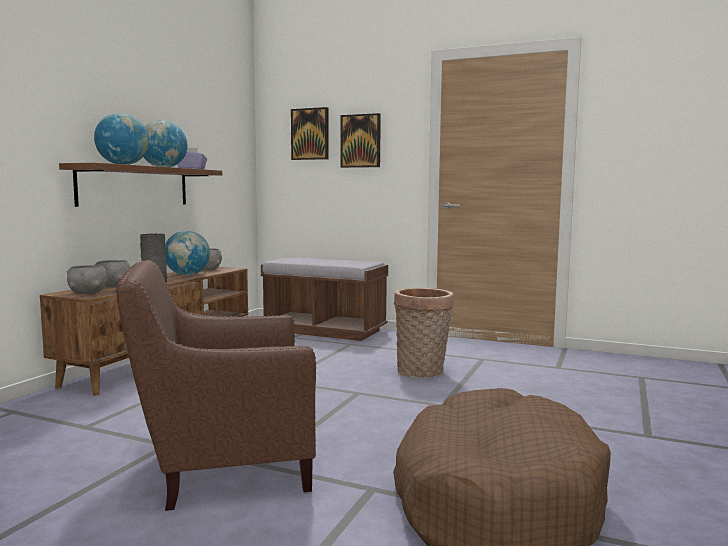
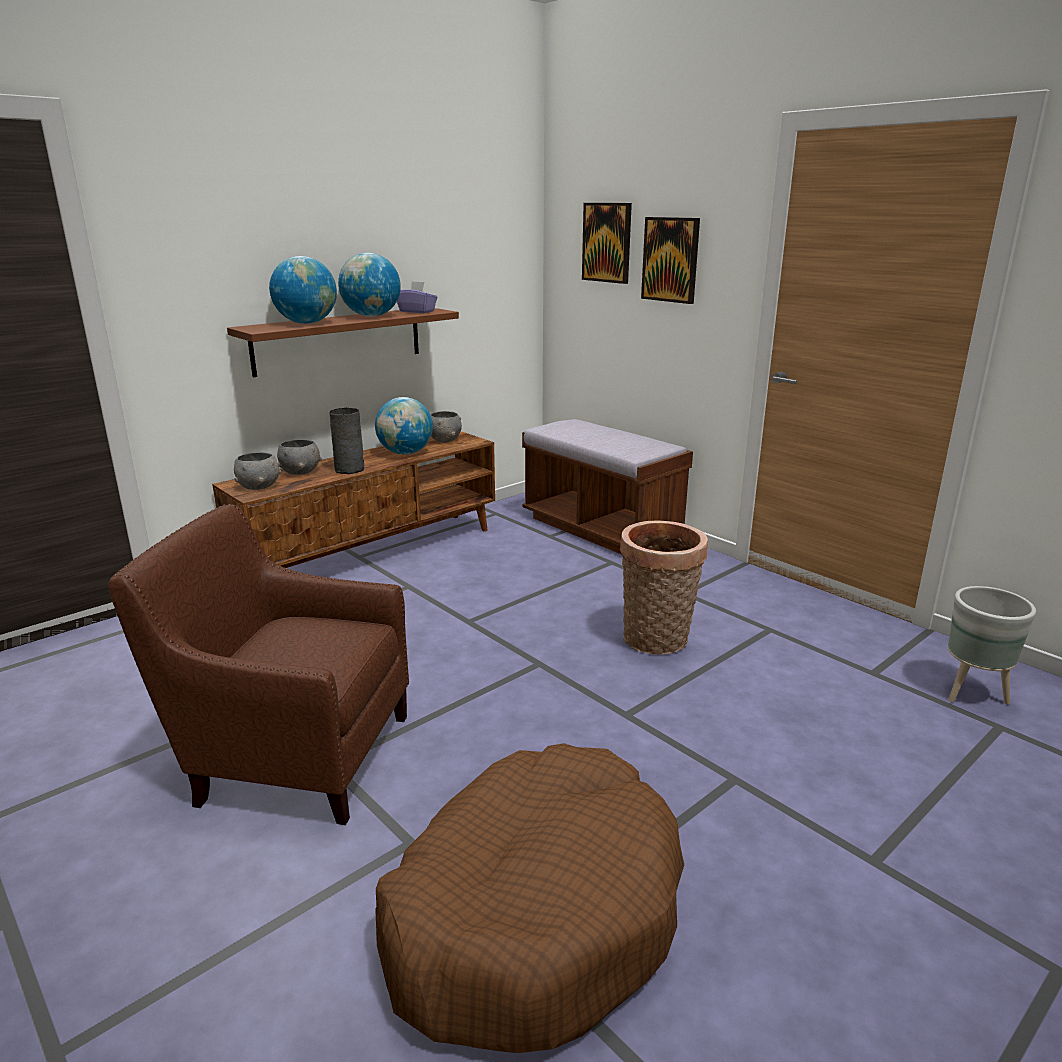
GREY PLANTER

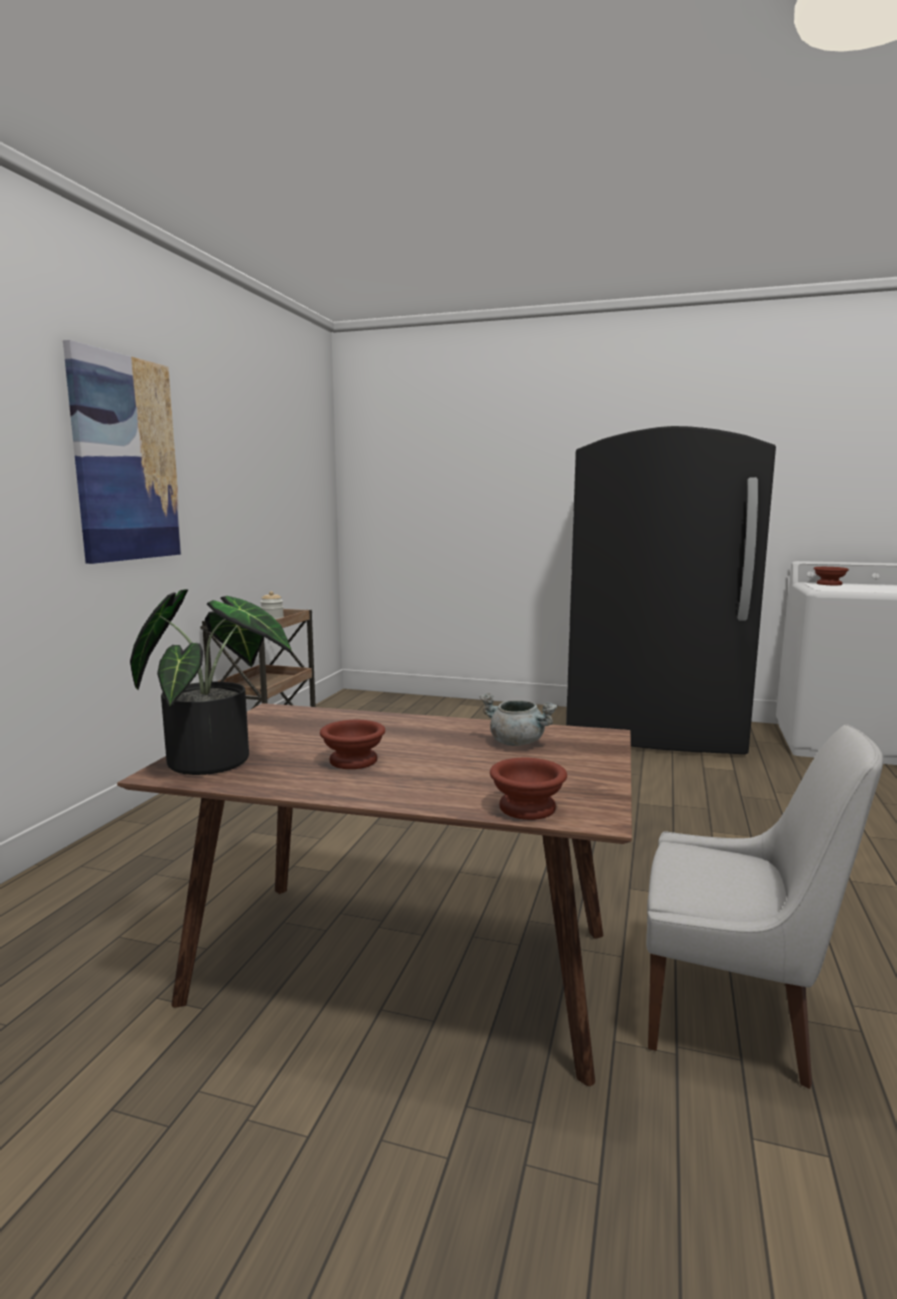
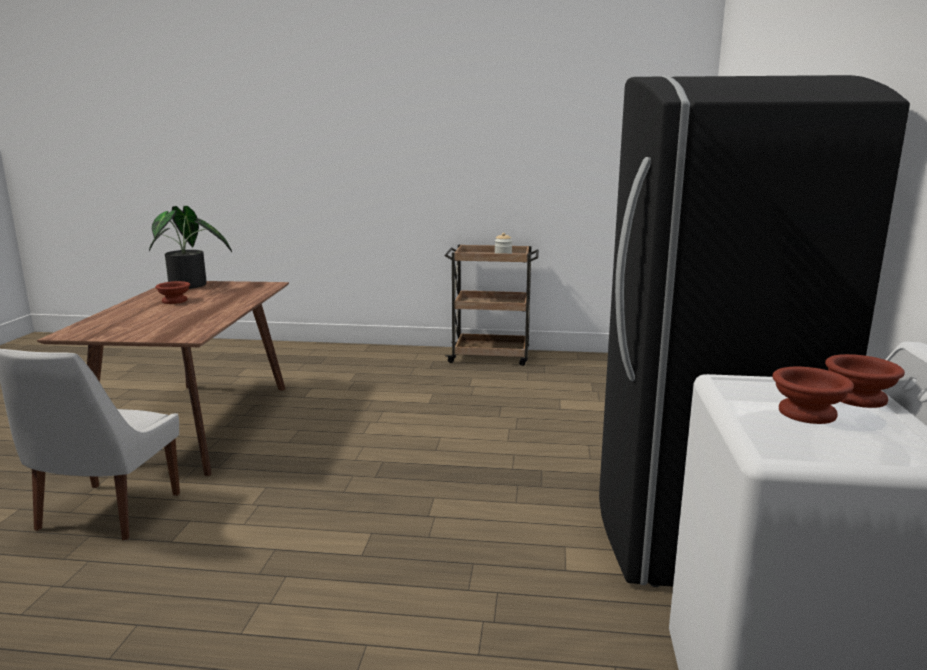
PICTURE; GREY COOKING POT; BROWN-COLOURED DEEP DISH (no. 2 from left)

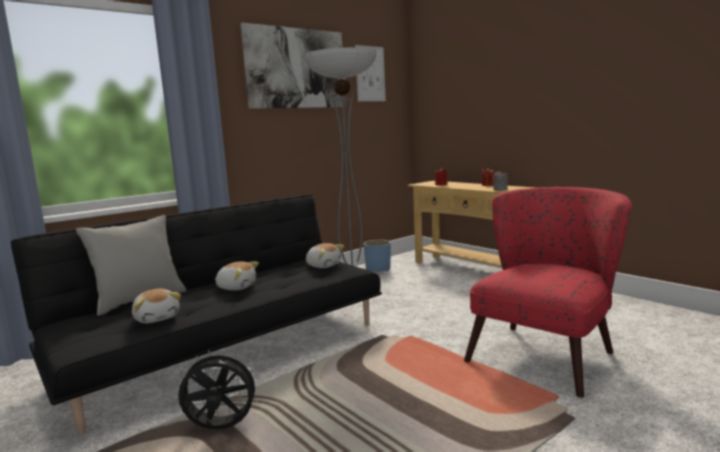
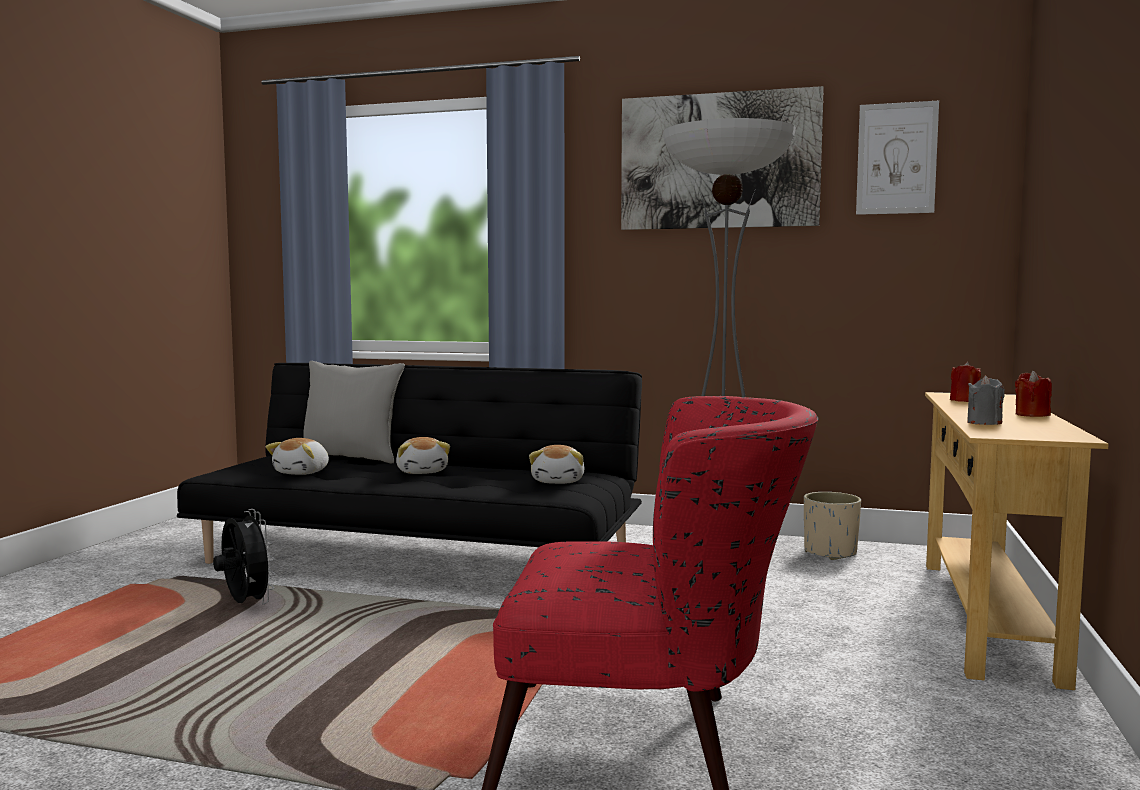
SAND-COLOURED PLANTER

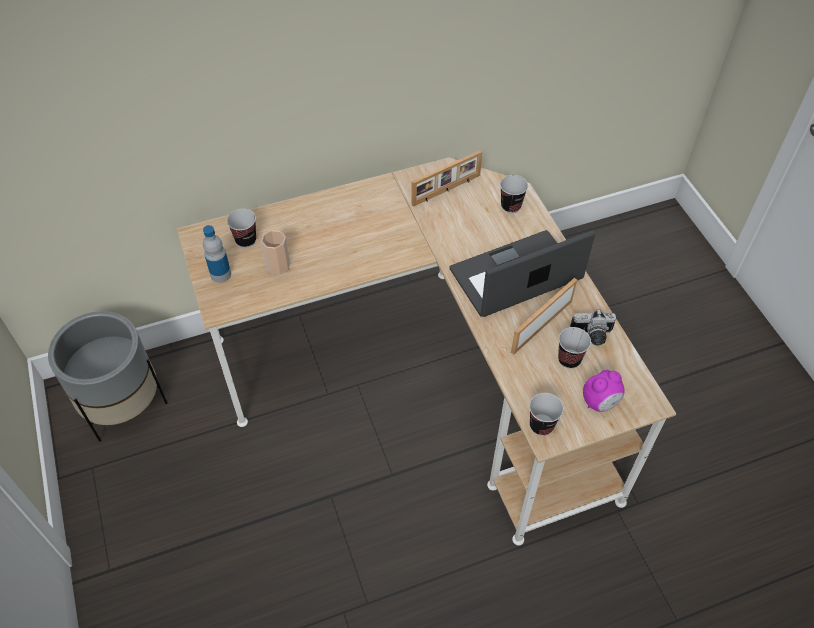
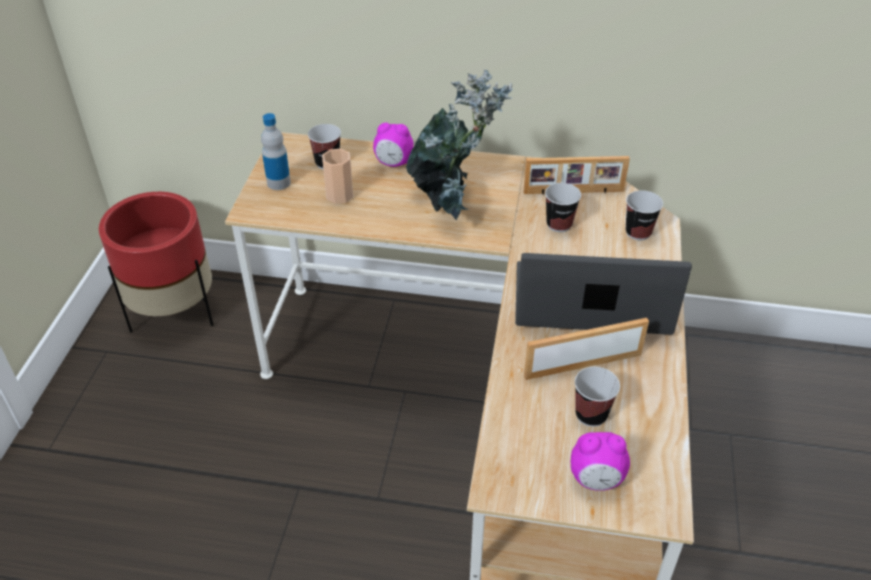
RED-COLOURED PLANTER; DRINKING CUP (no. 3 from left); STILL CAMERA; TABLE CLOCK (no. 1 from left); HOUSEPLANT

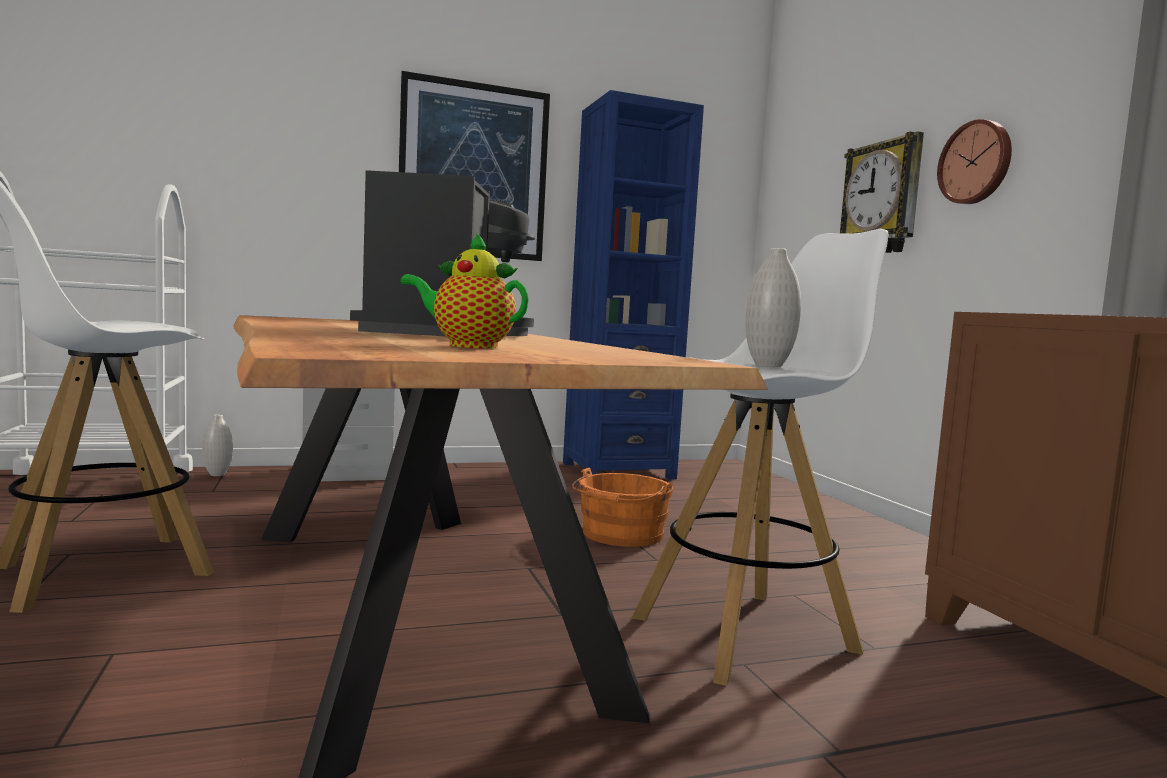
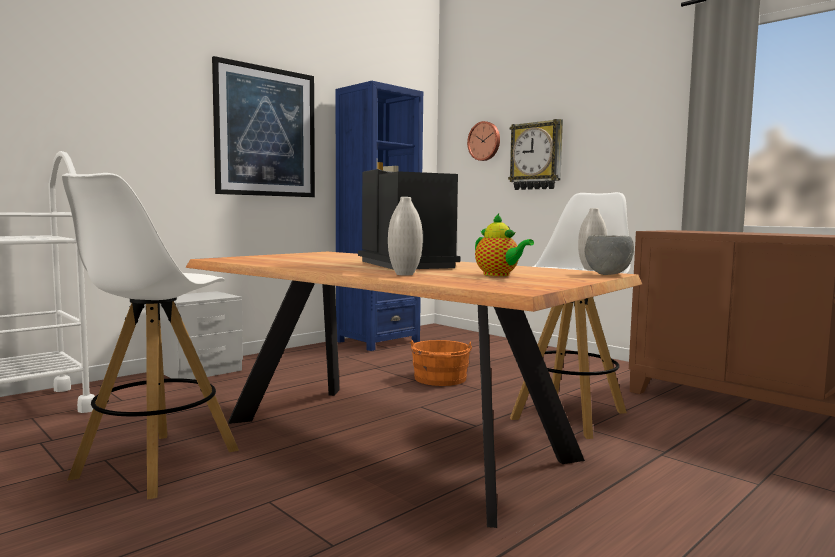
WHITE-COLOURED FLOWER VASE (no. 1 from left); POT FOR TEA; WALL CLOCK (no. 1 from left); GREY DEEP DISH

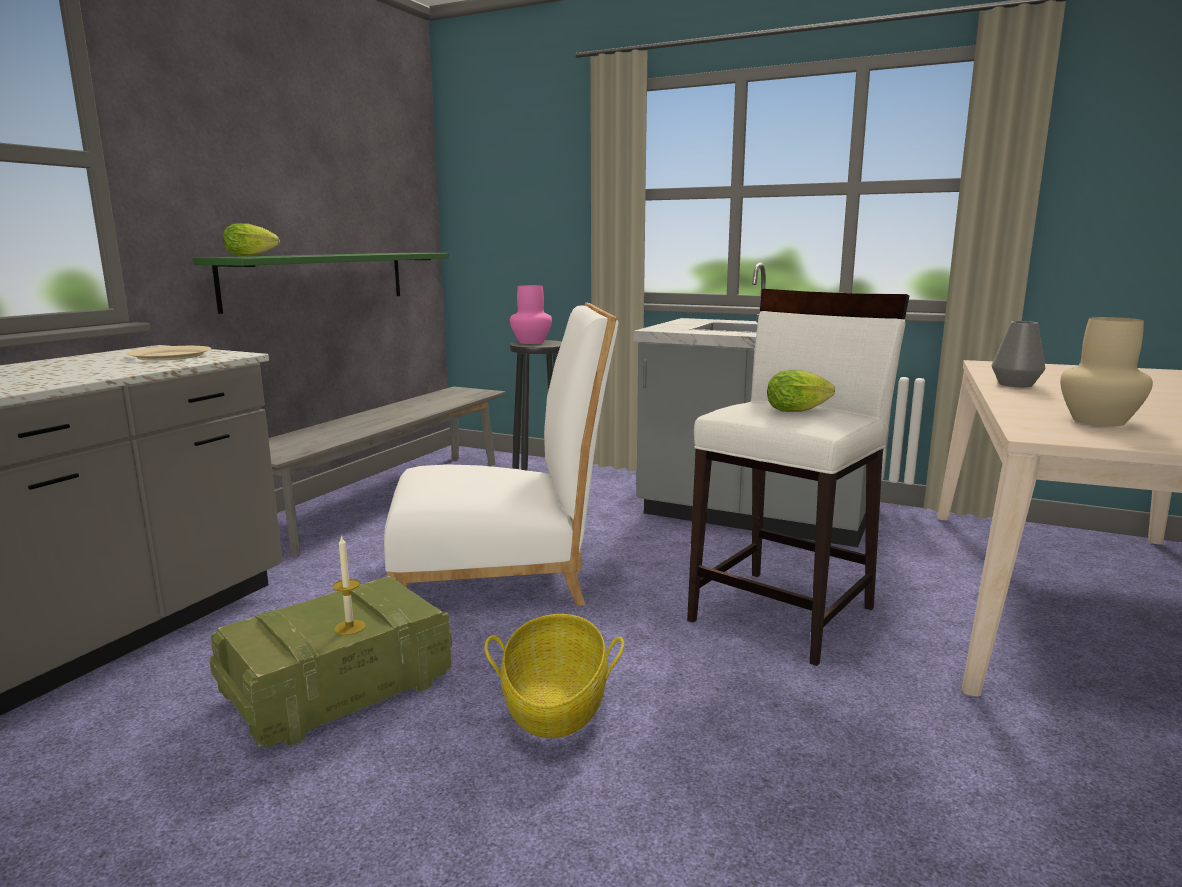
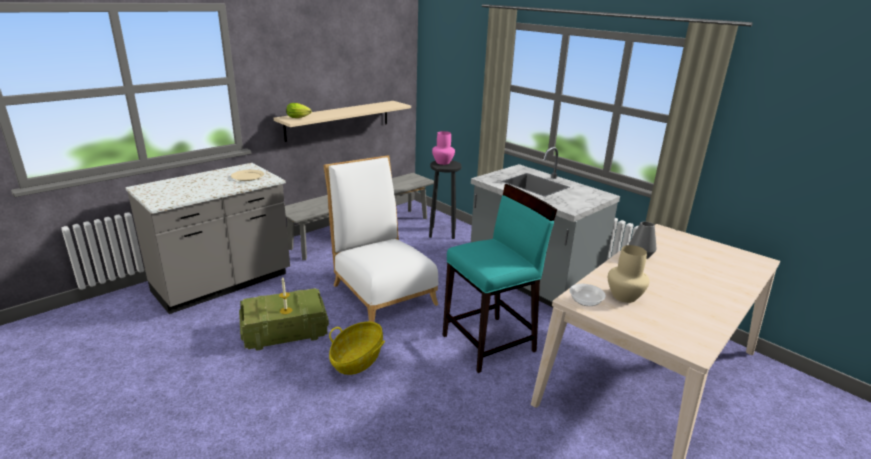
SAND-COLOURED WALL SHELF; WHITE-COLOURED PLAIN CHAIR; TURQUOISE STOOL; HEAD OF LETTUCE (no. 2 from left in the first image); DEEP DISH

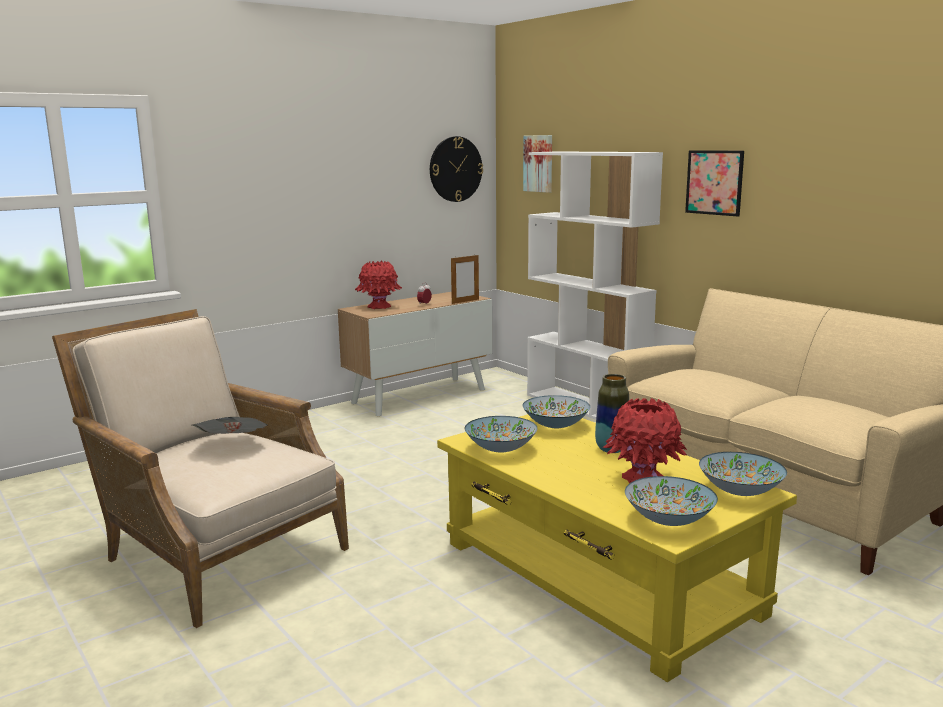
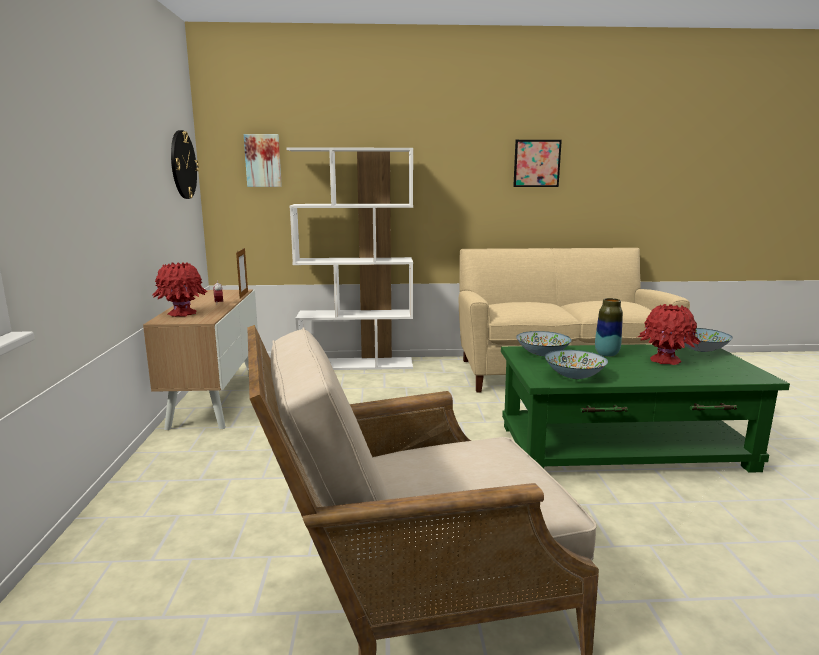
PRINTED PAPER; GREEN COFFEE TABLE; DEEP DISH (no. 3 from left in the first image); PICTURE (no. 2 from left)

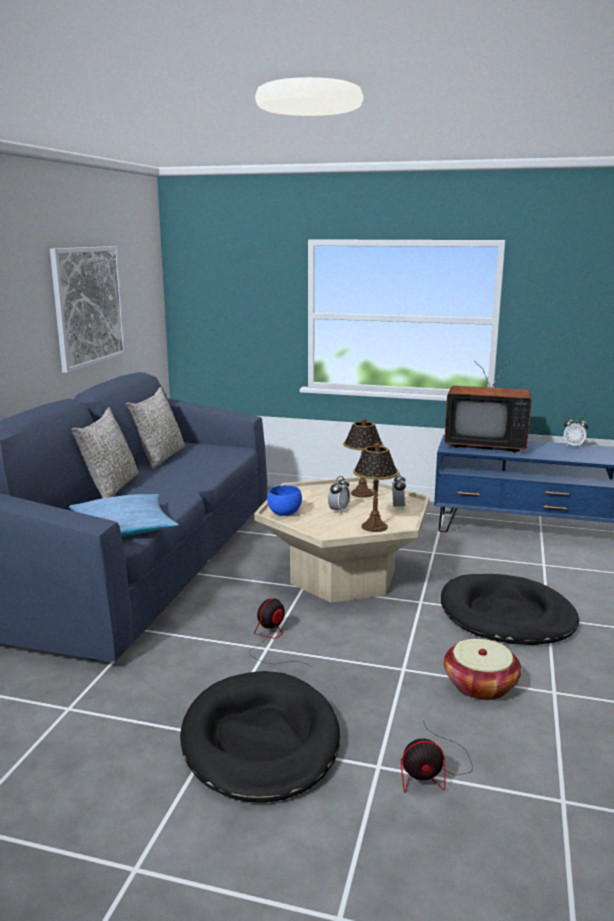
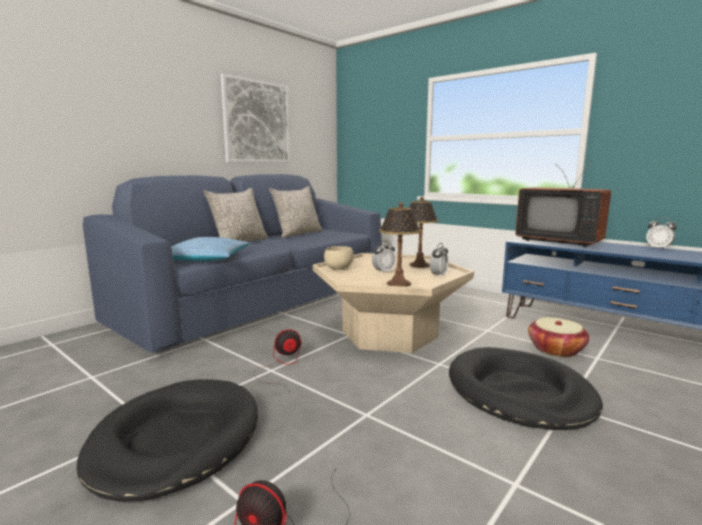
SAND-COLOURED DEEP DISH; STORAGE BASKET

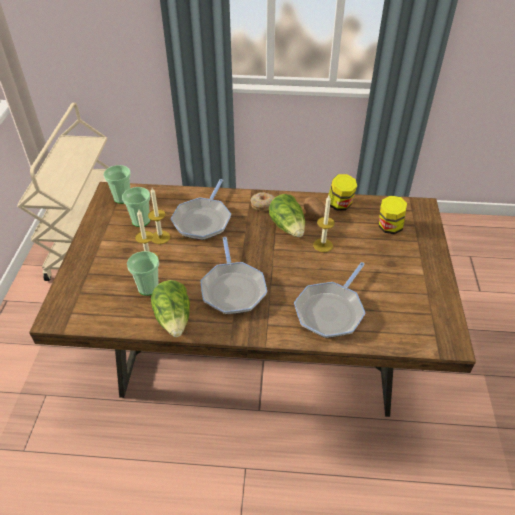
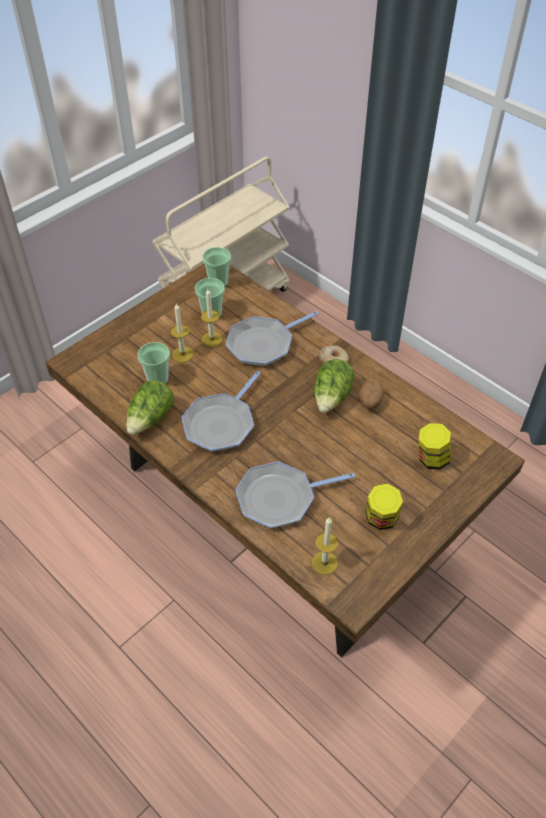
WAX CANDLE (no. 3 from left); PRESERVE JAR (no. 1 from left)

